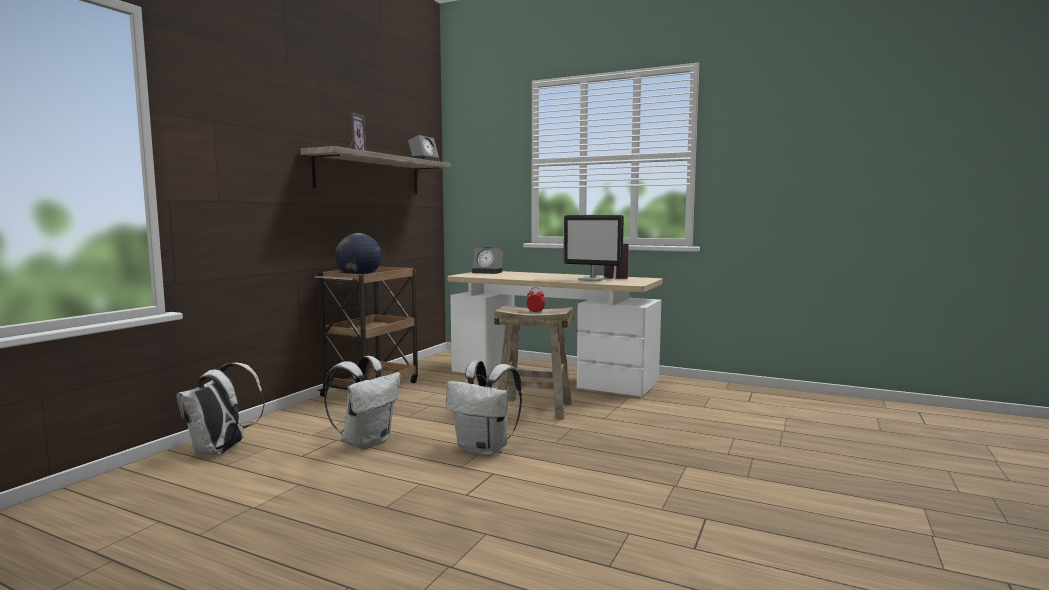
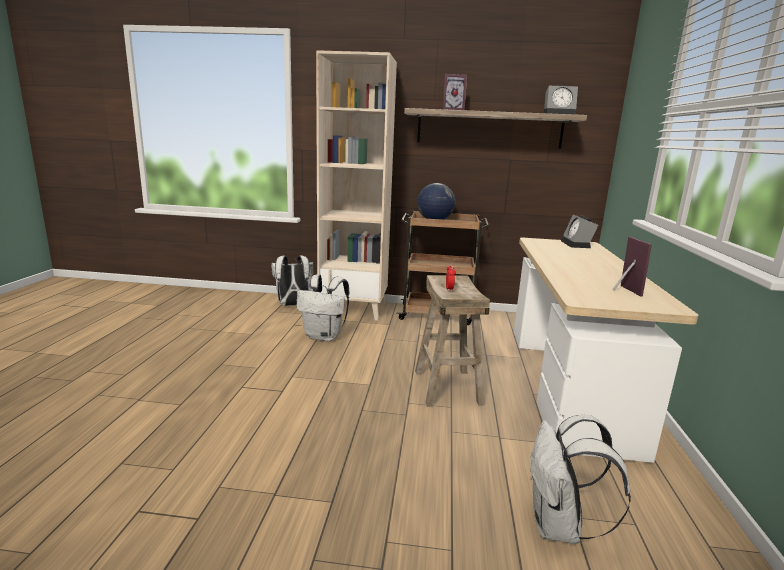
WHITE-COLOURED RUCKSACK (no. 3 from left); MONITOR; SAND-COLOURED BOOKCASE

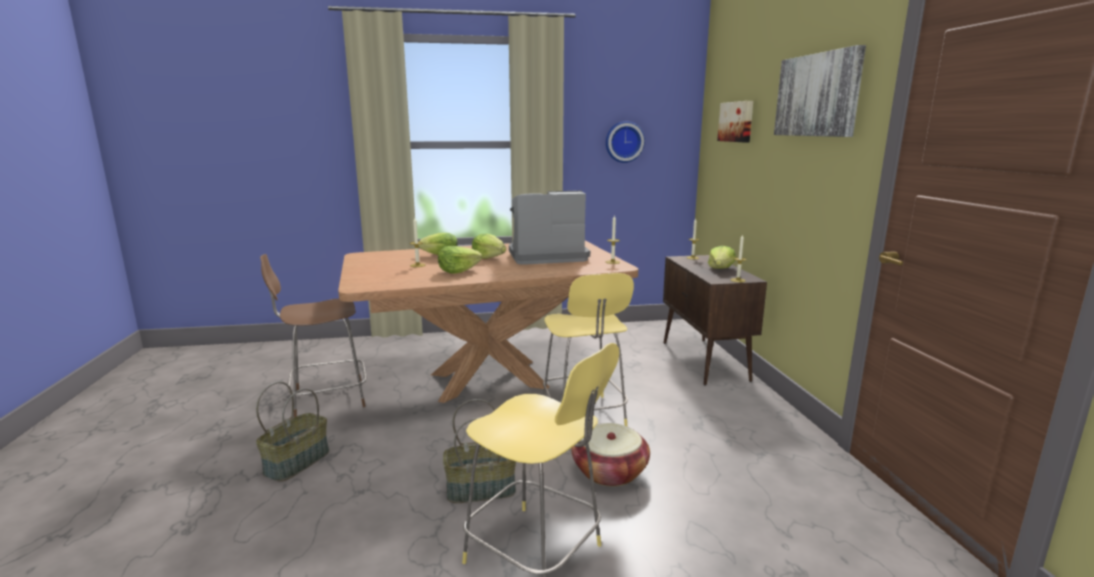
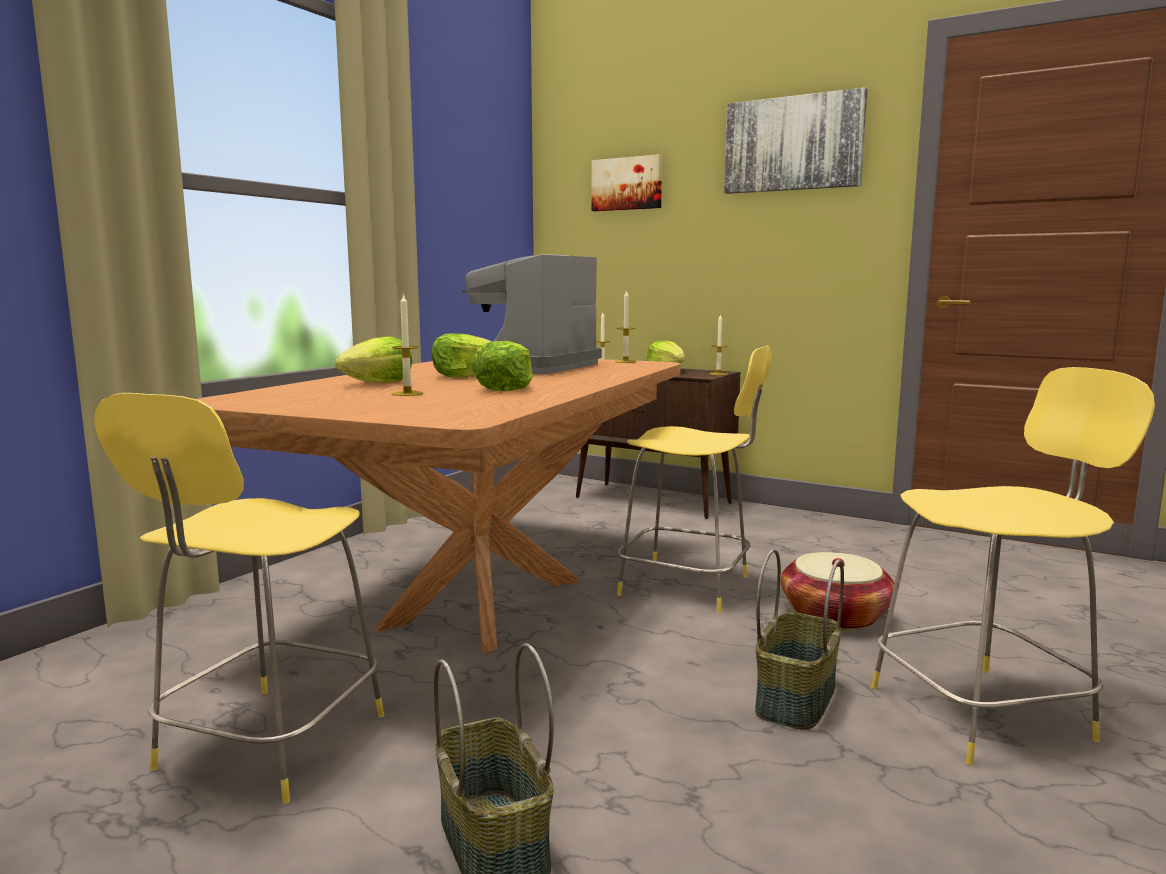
YELLOW-COLOURED STOOL (no. 1 from left); WALL CLOCK

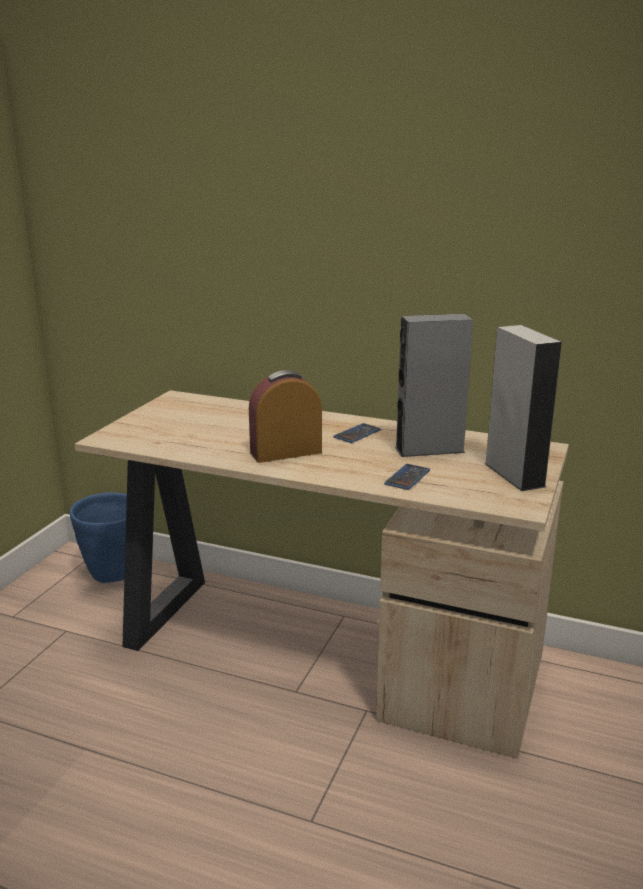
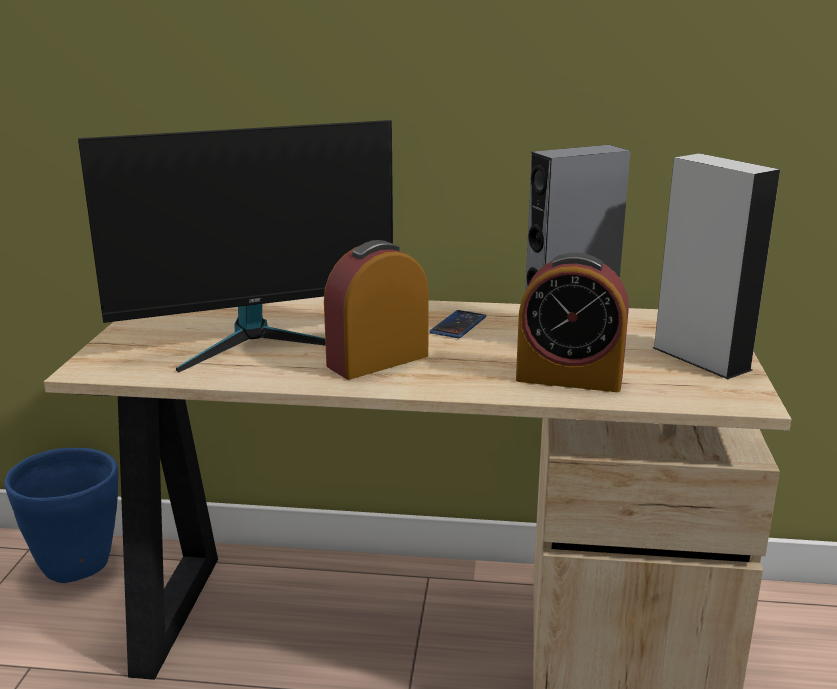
TABLE CLOCK (no. 2 from left); MONITOR

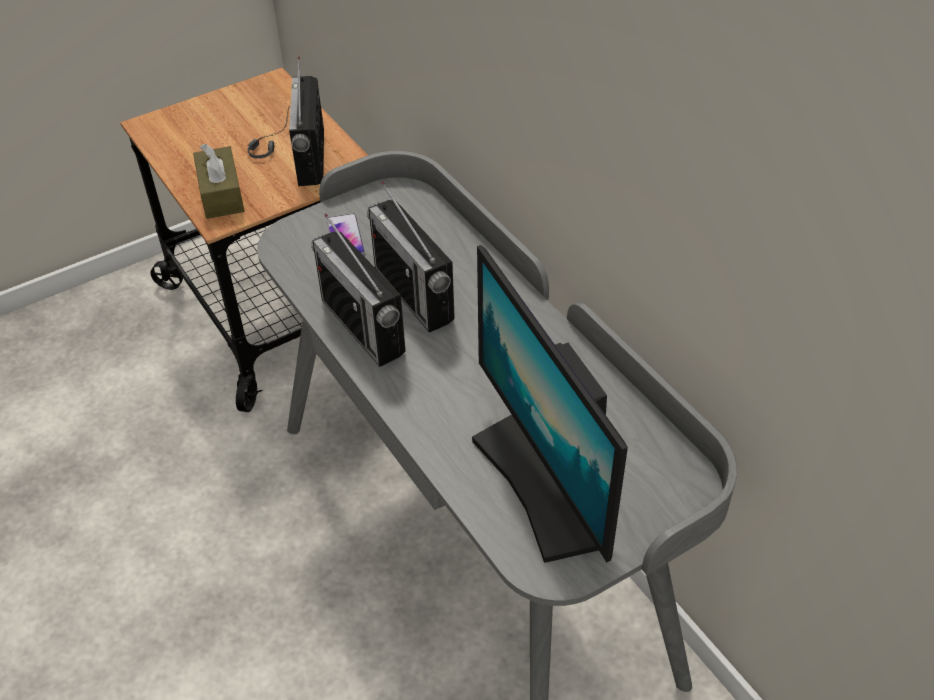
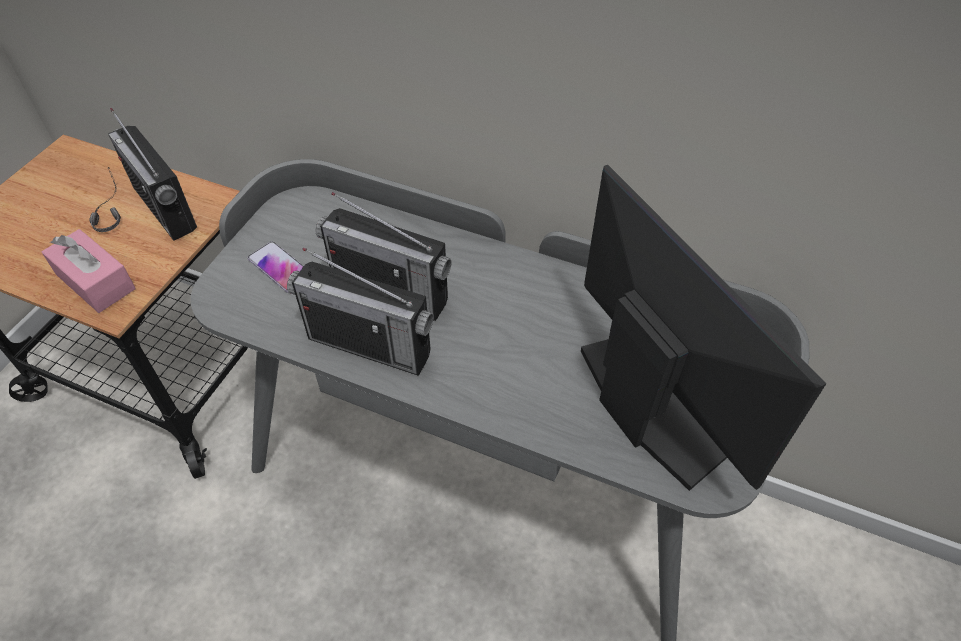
PINK TISSUE BOX; MONITOR

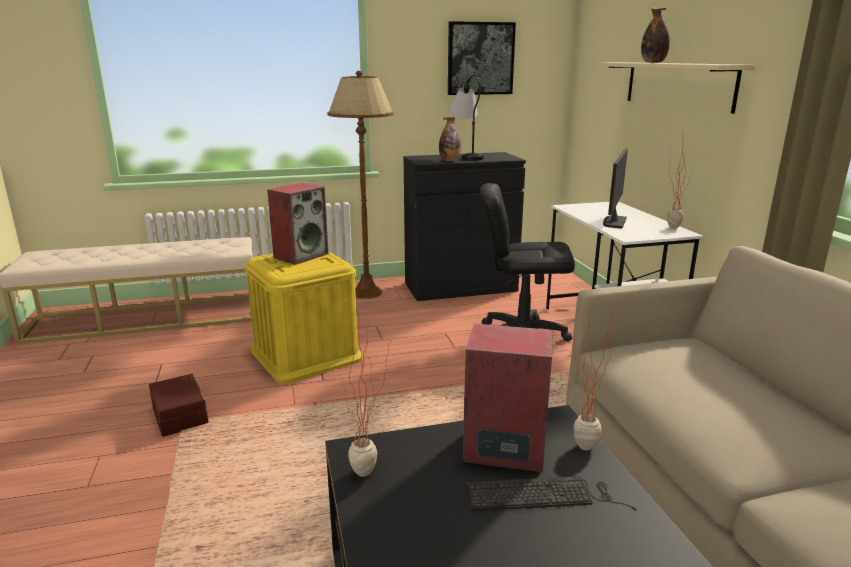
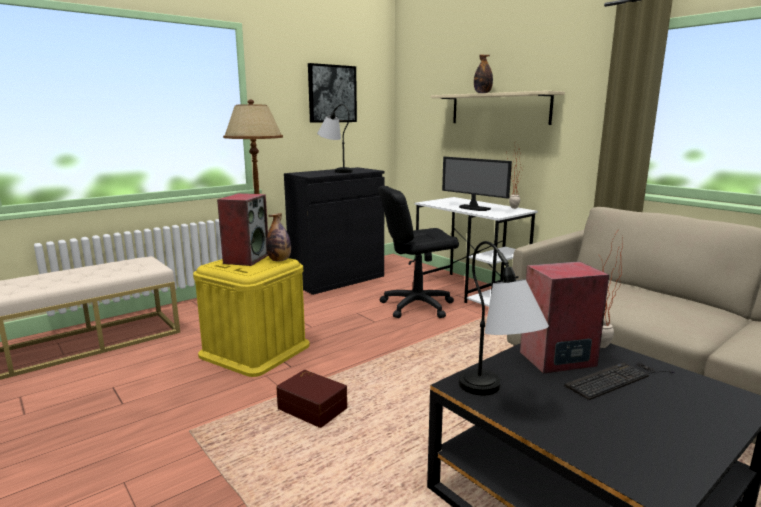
BROWN-COLOURED STORAGE BIN; LAMP FOR A TABLE (no. 2 from left); BEVERAGE BOTTLE (no. 1 from left); MONITOR

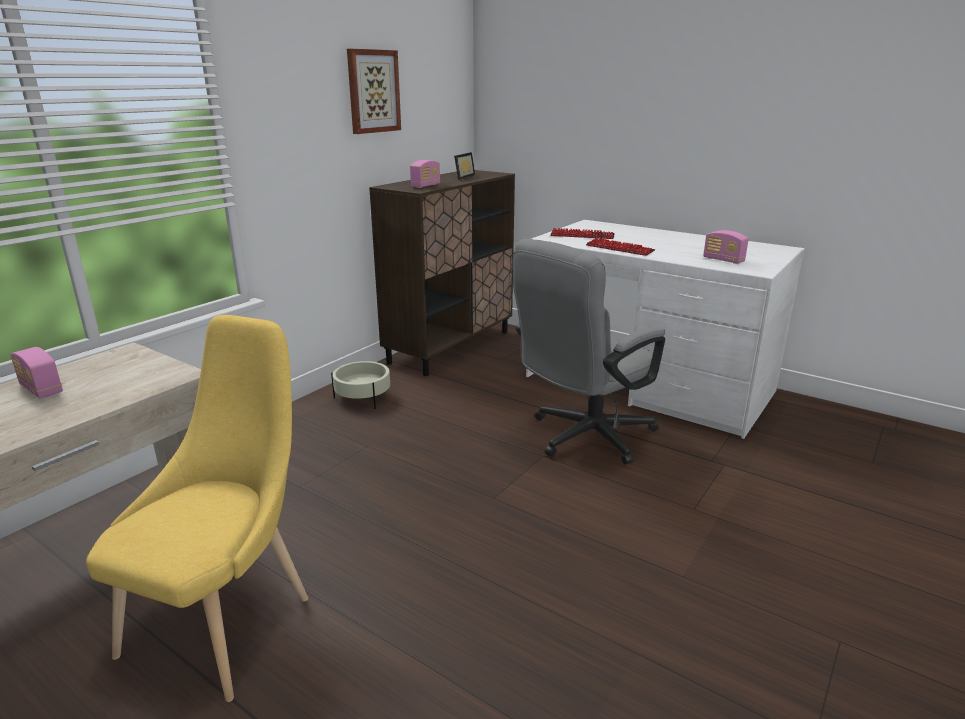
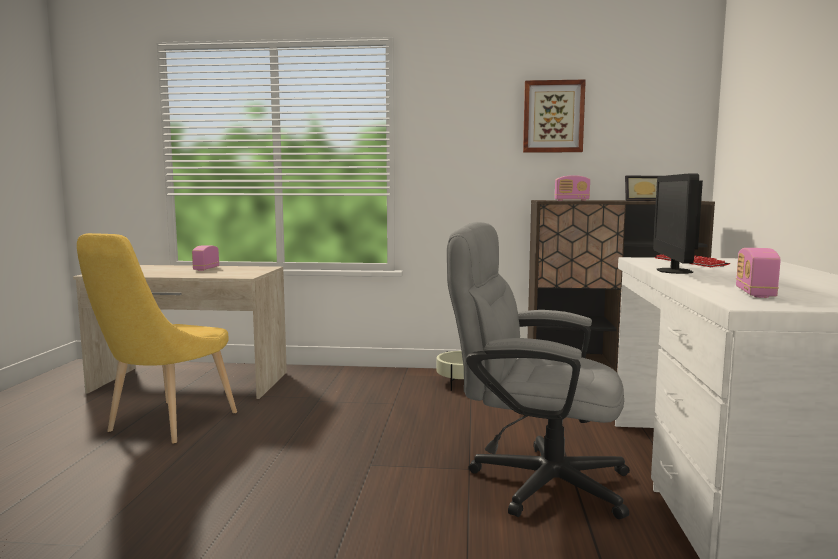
YELLOW-COLOURED PLAIN CHAIR; MONITOR

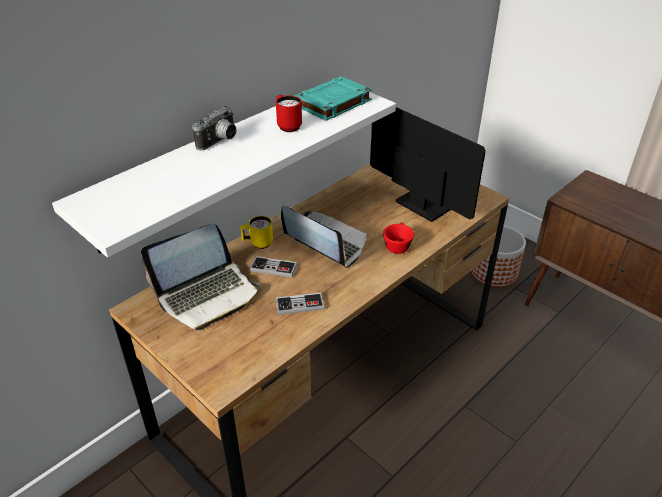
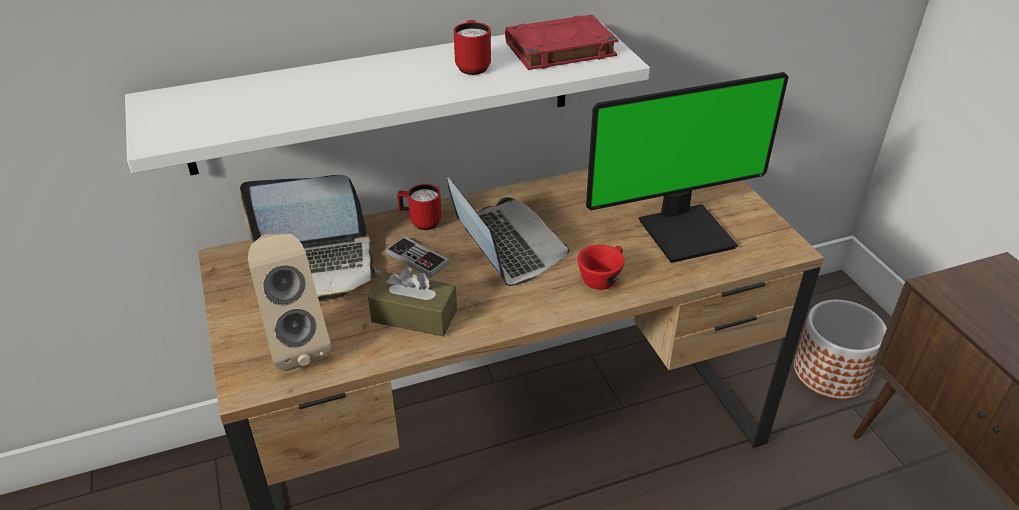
STILL CAMERA; RED-COLOURED MUG (no. 1 from left); BROWN-COLOURED TISSUE BOX; RED-COLOURED BOUND BOOK; MONITOR; SAND-COLOURED LOUDSPEAKER

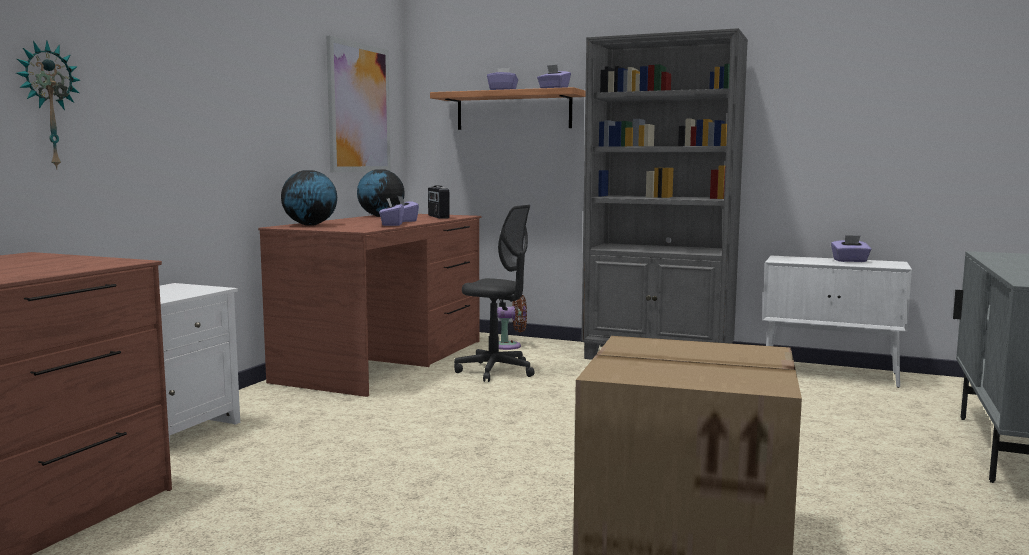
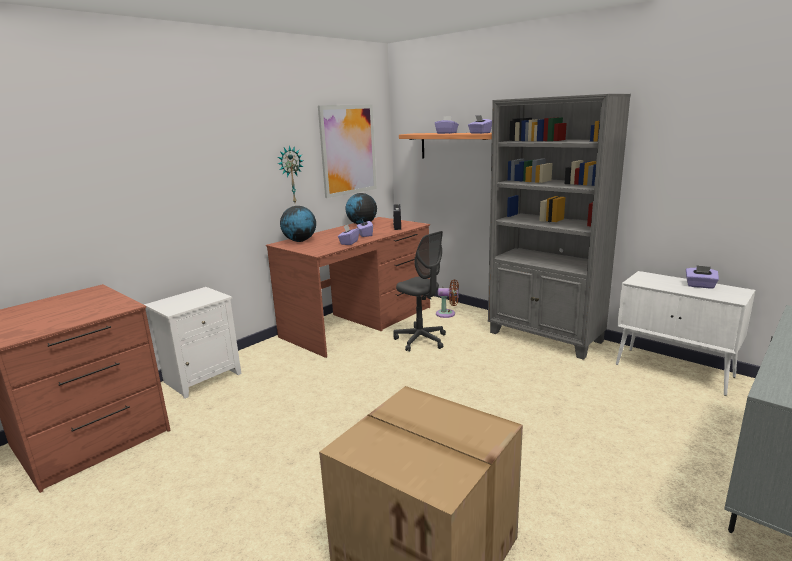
WALL CLOCK

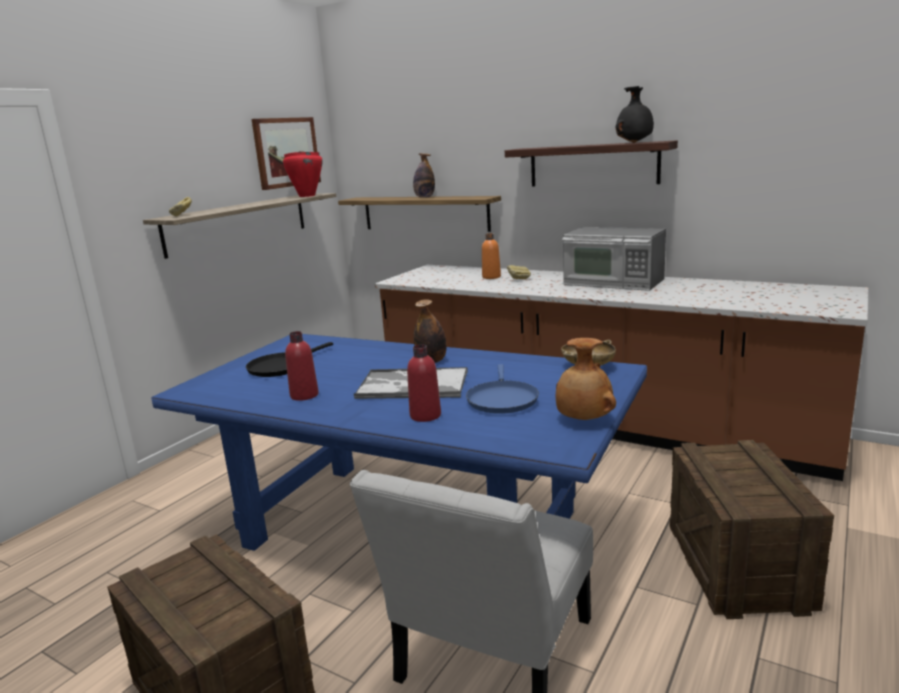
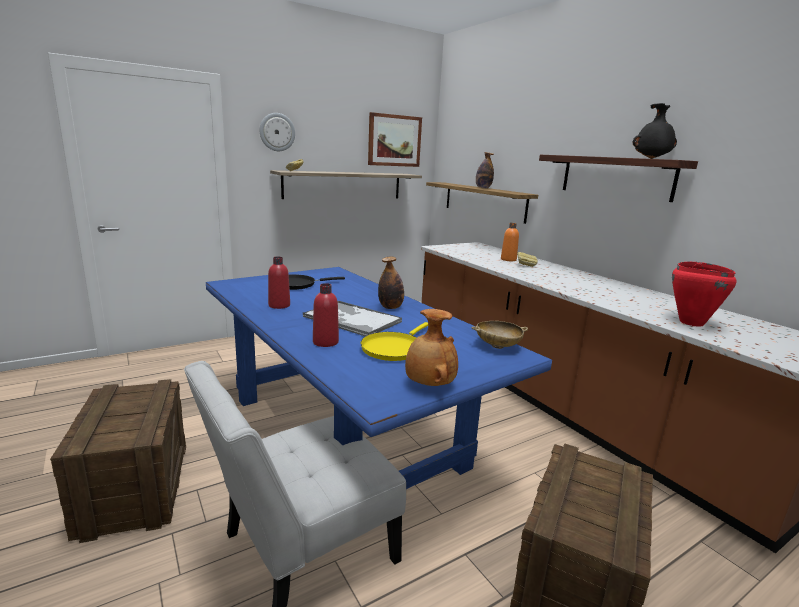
RED-COLOURED COOKING POT; YELLOW-COLOURED FRYING PAN; MICROWAVE; WALL CLOCK

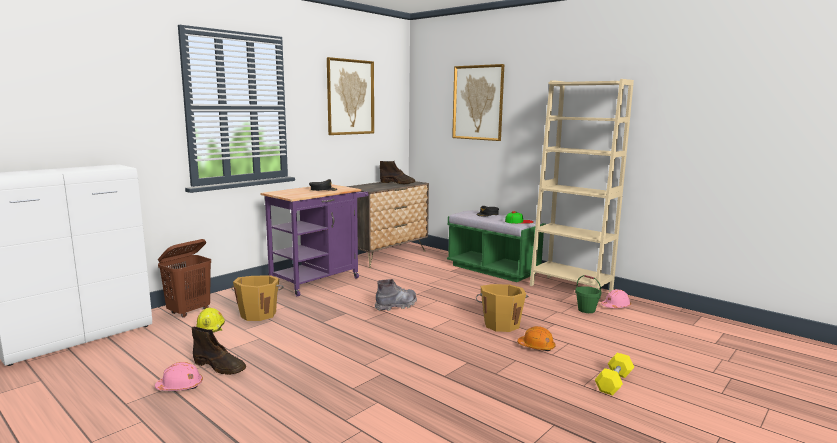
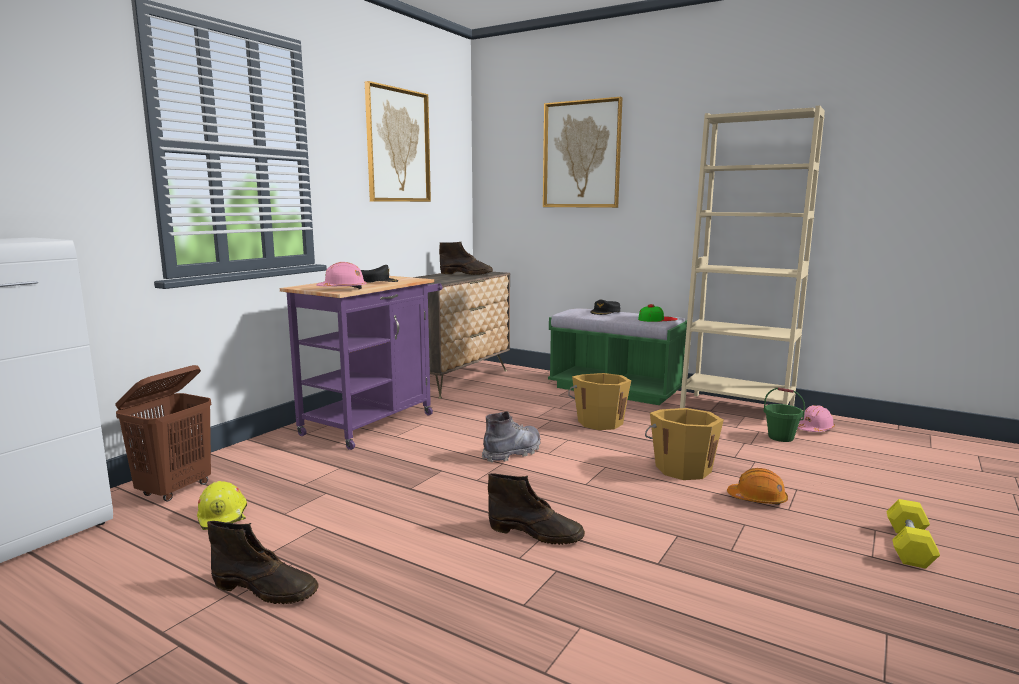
PINK HARD HAT (no. 1 from left); ORANGE WATER BUCKET (no. 1 from left); BROWN-COLOURED BOOT (no. 3 from left)

